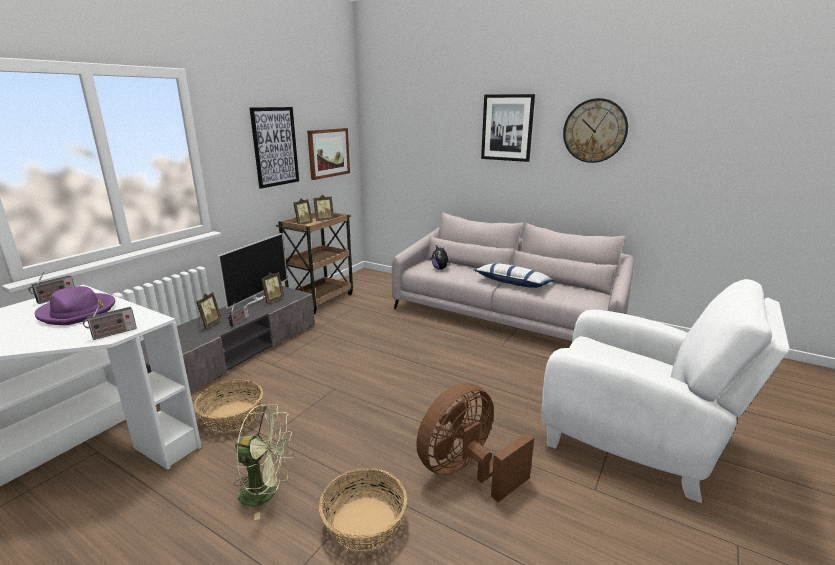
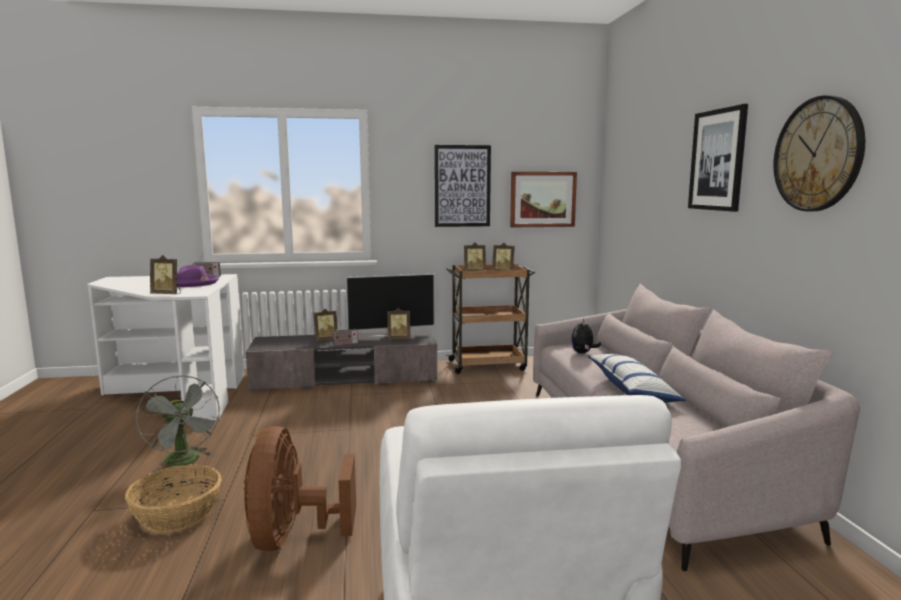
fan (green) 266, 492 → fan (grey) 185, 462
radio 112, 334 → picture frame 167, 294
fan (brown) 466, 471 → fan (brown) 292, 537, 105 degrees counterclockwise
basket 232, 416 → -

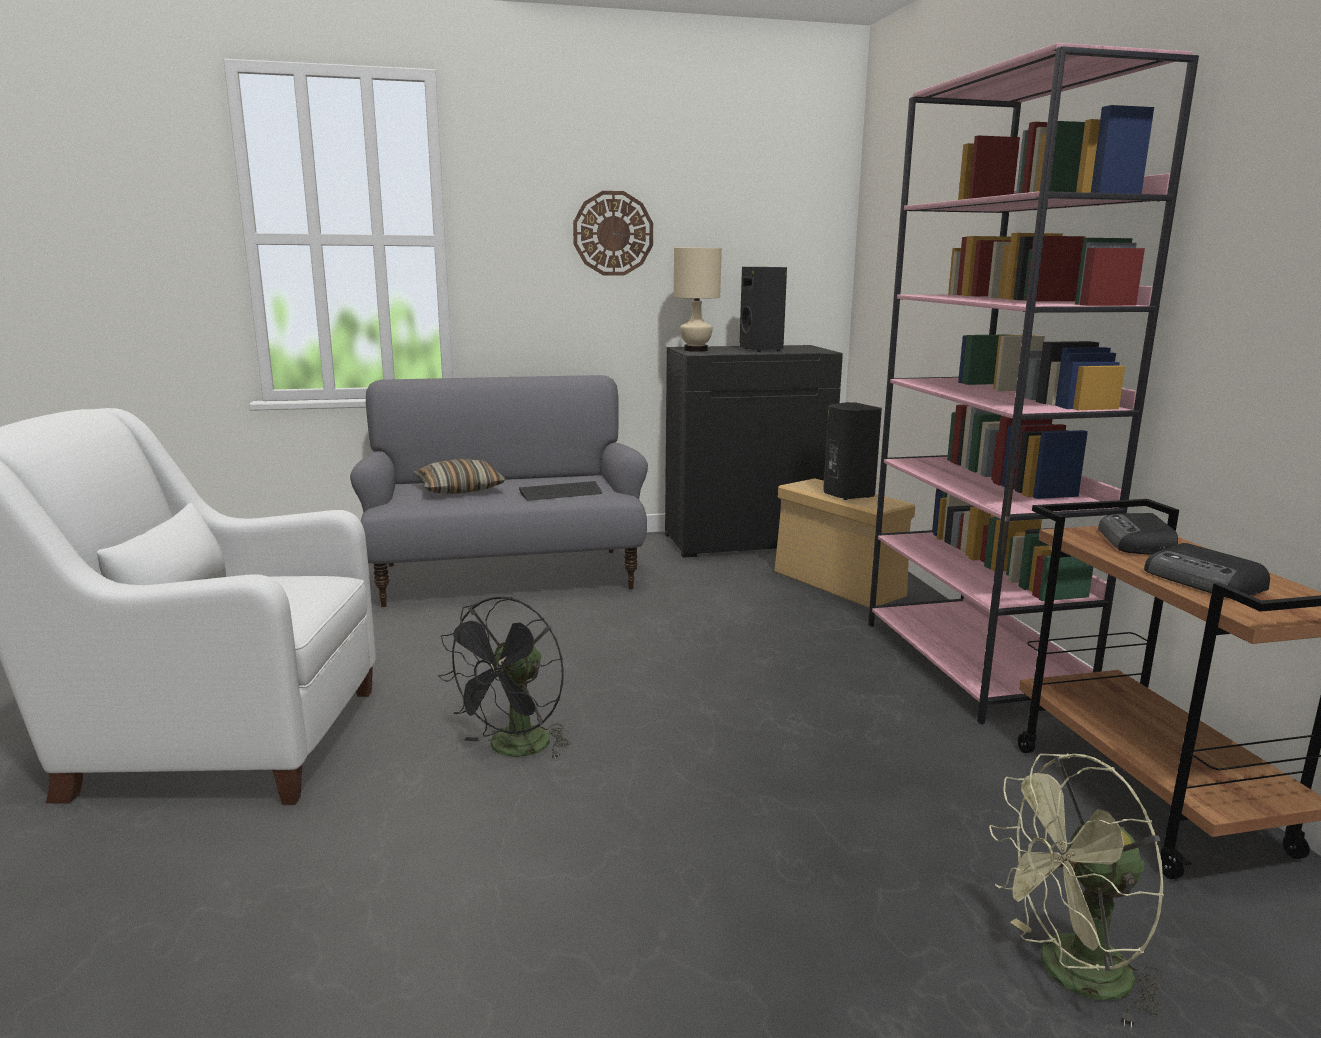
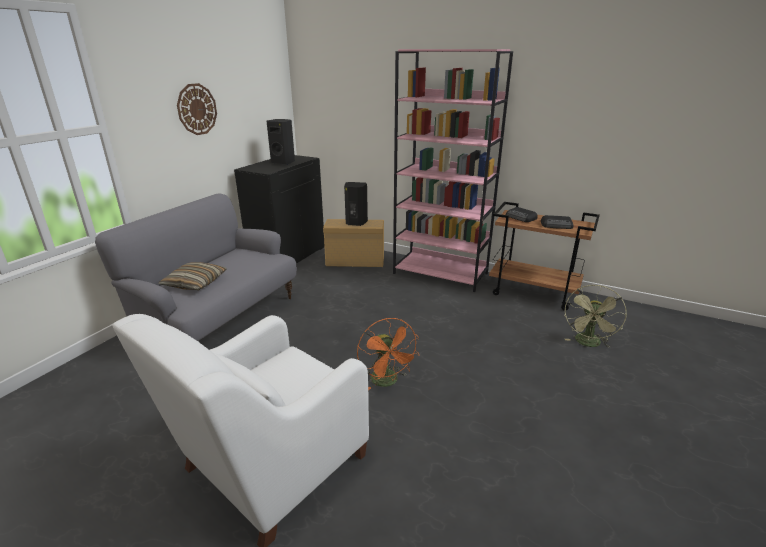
fan (black) 513, 750 → fan (orange) 387, 382
keyboard 561, 493 → -
table lamp (beige) 695, 350 → -

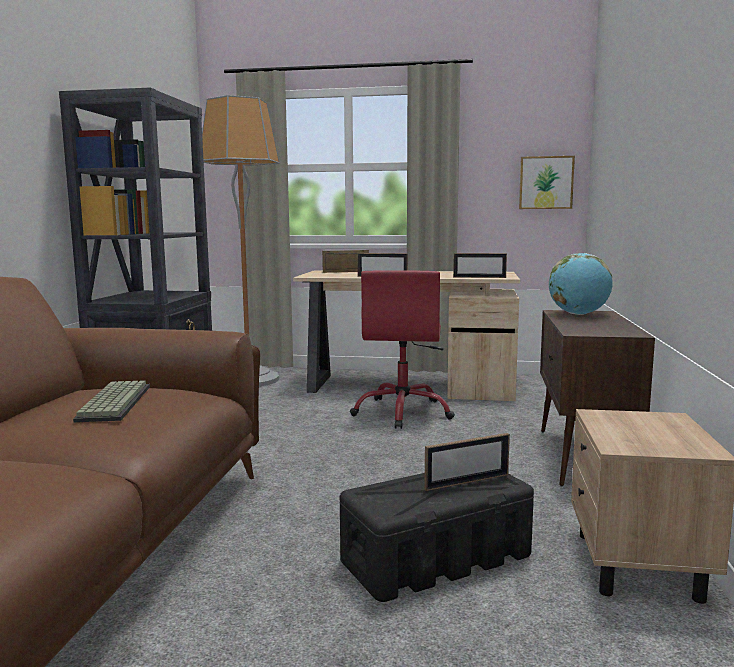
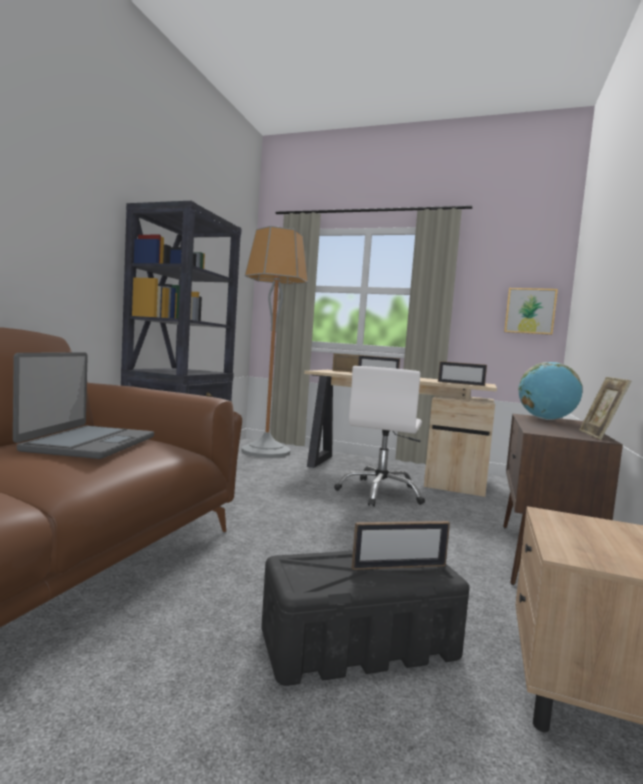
keyboard 113, 402 → laptop 89, 443
office chair (red) 403, 412 → office chair (white) 380, 493
- → picture frame 599, 436

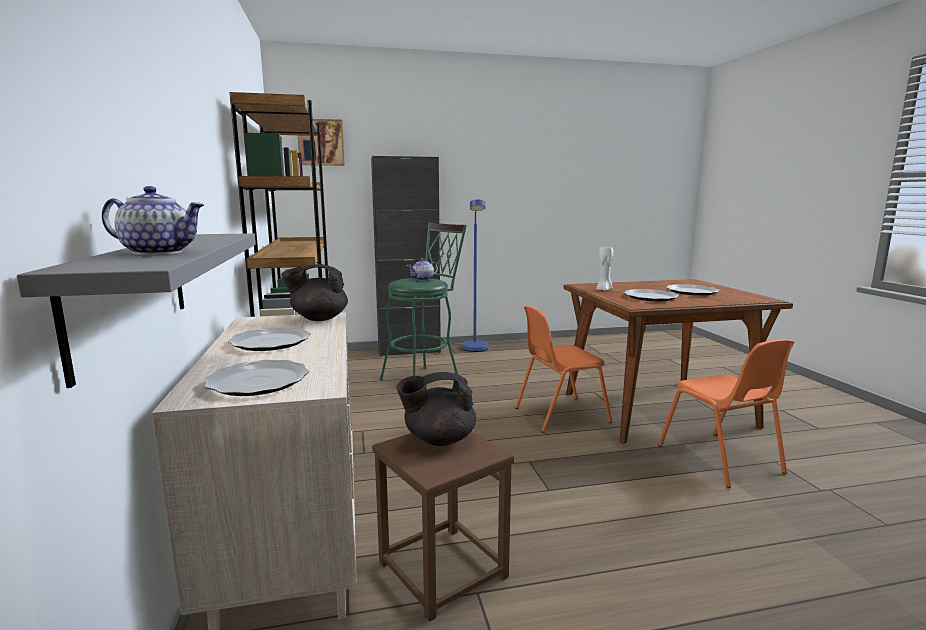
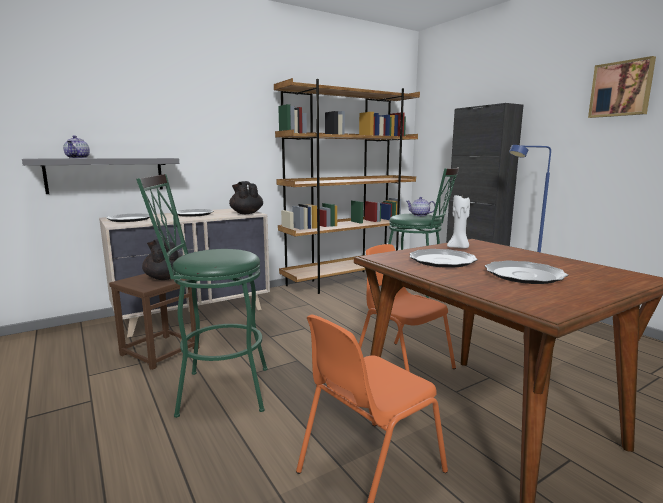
- → stool (green) 215, 391
picture 321, 142 → picture 621, 89, move

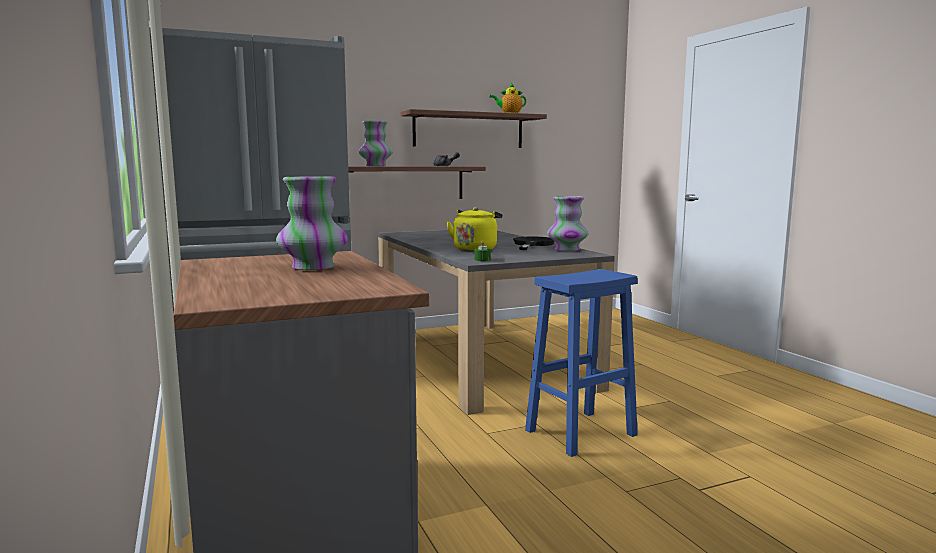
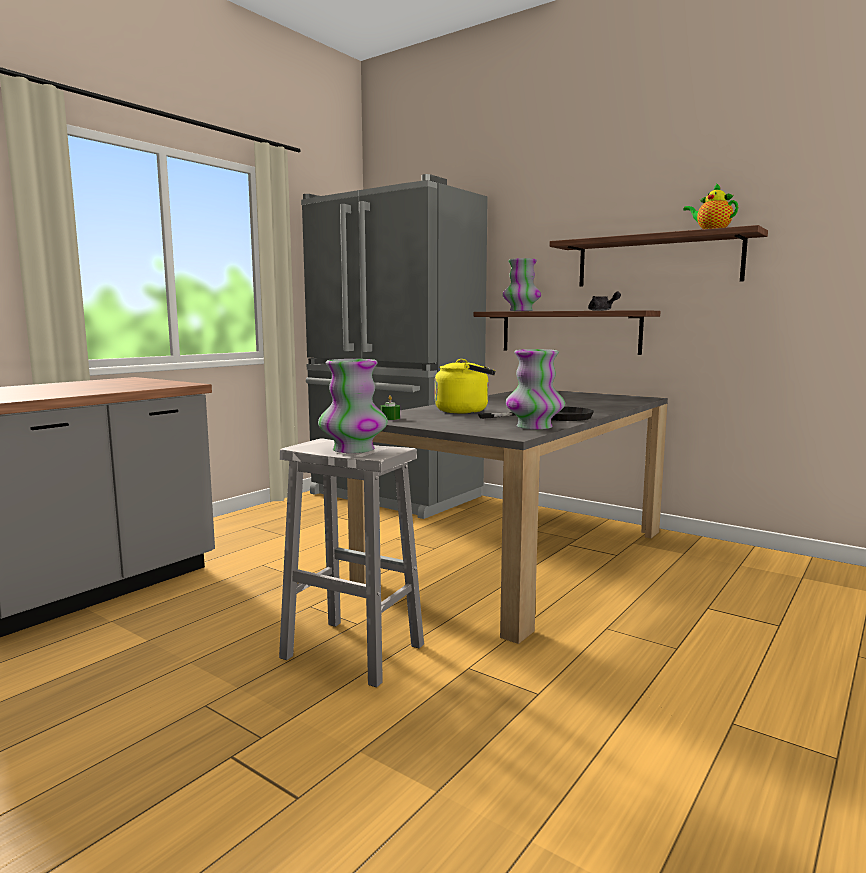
stool (blue) 579, 433 → stool (white) 350, 651
vase 313, 267 → vase 354, 450, move

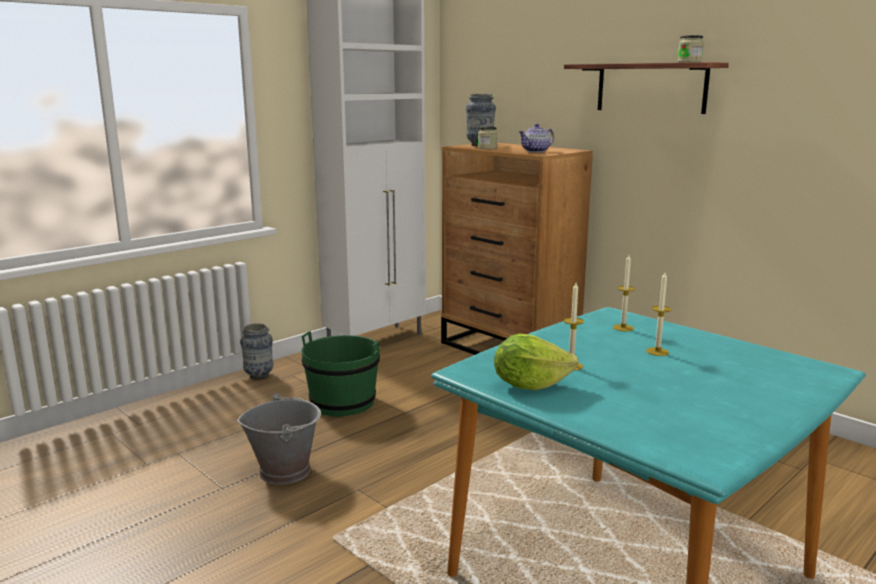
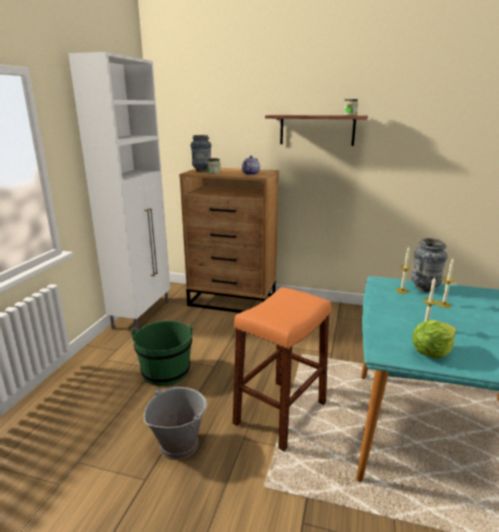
- → stool (orange) 280, 413
vase 259, 376 → vase 424, 288, move

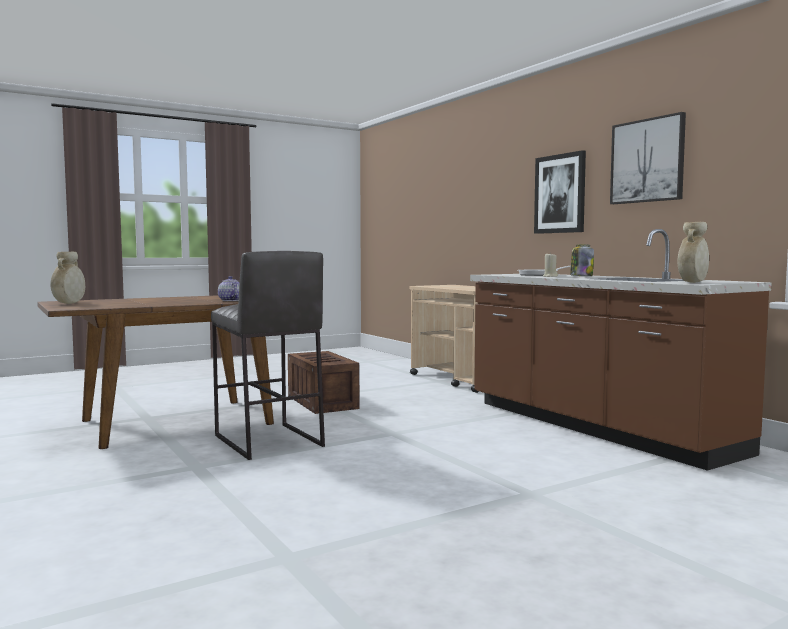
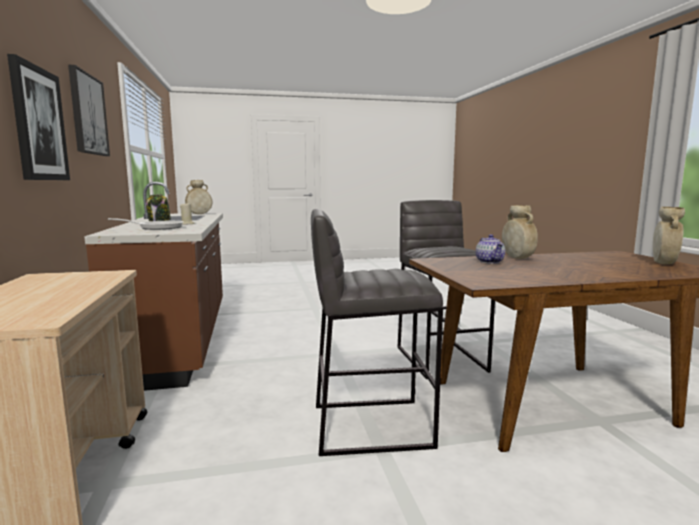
crate 323, 402 → stool (grey) 370, 425
- → vase (beige) 518, 258

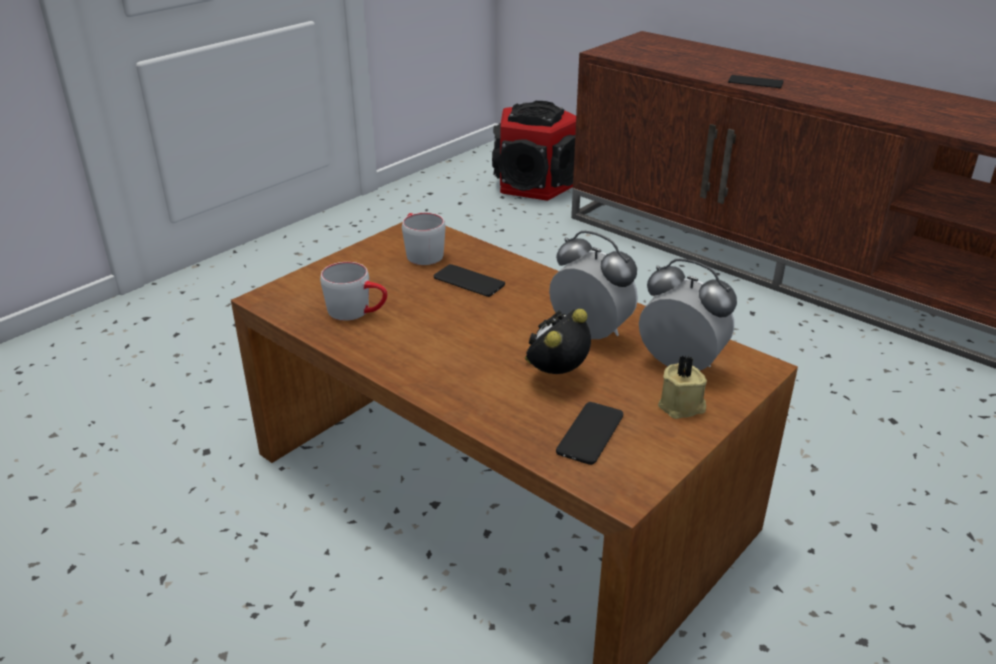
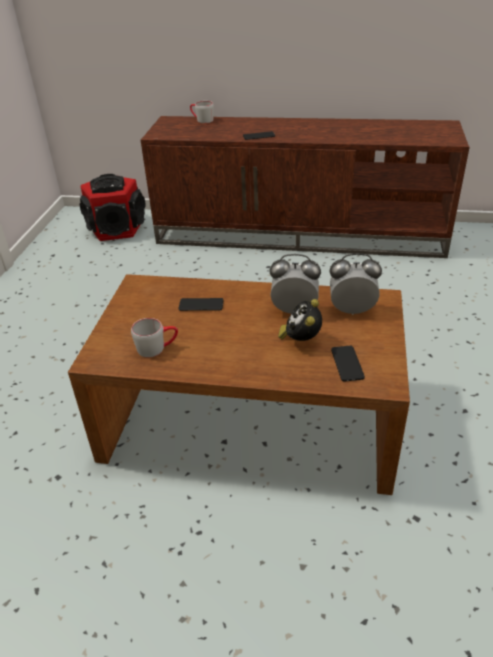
mug (grey) 420, 252 → mug (grey) 201, 120, move
candle (beige) 682, 407 → -

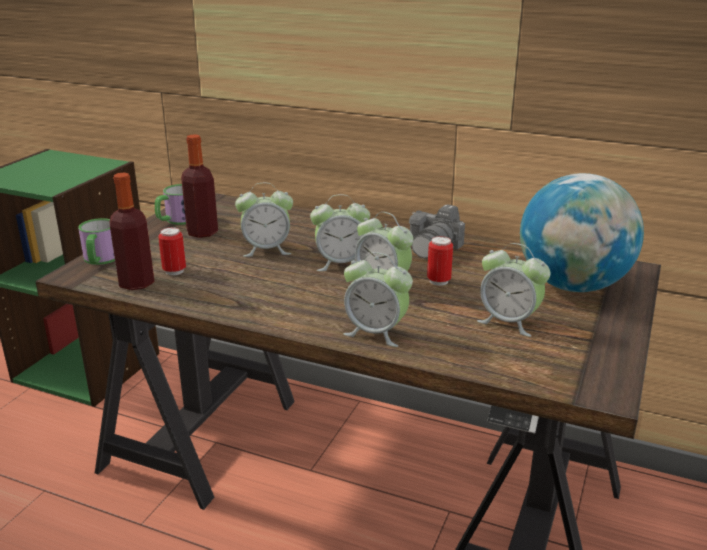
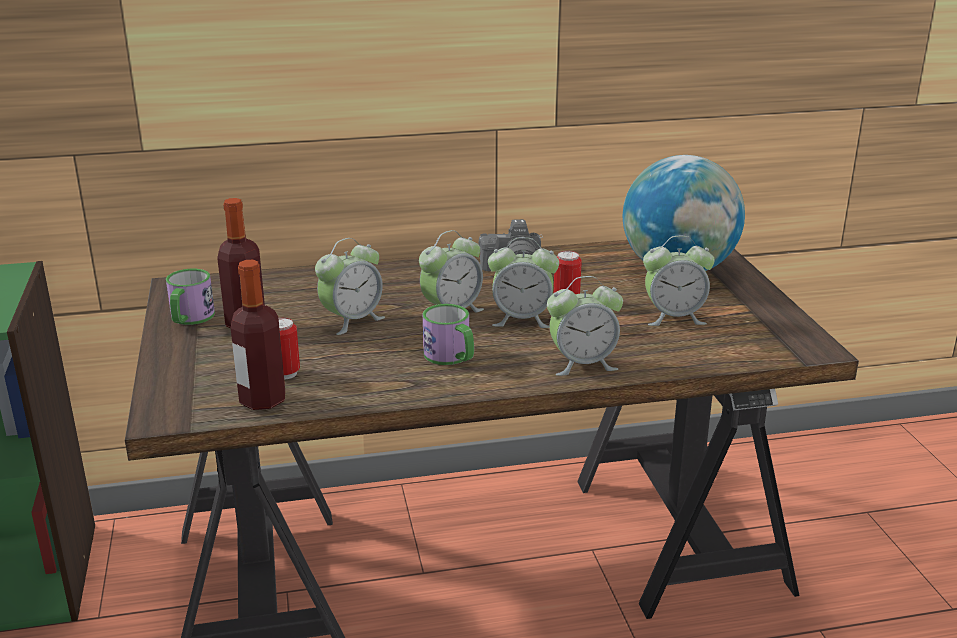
mug 100, 260 → mug 451, 357, move

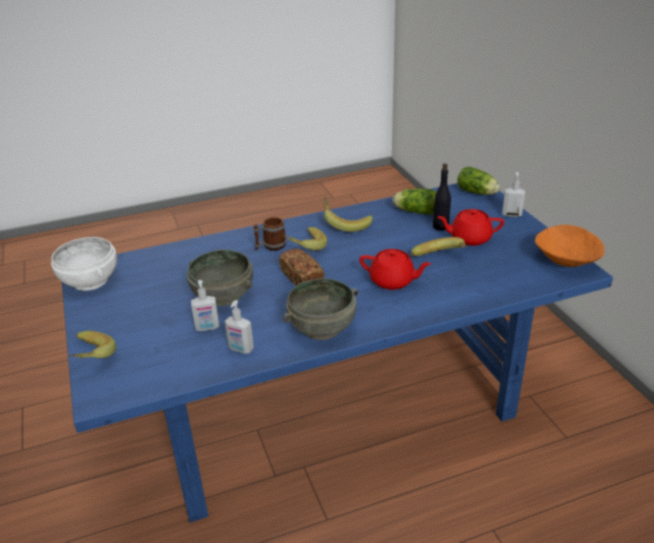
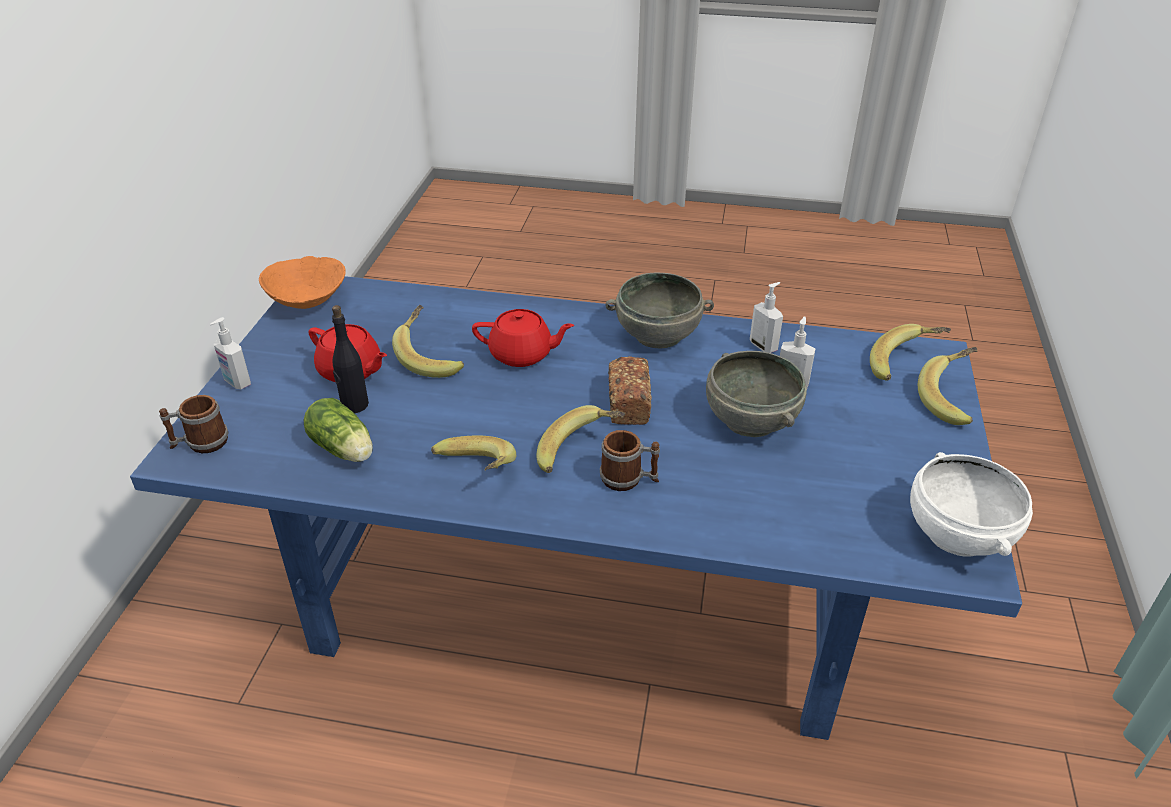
lettuce 478, 193 → mug 200, 443
teapot (red) 393, 281 → teapot (red) 522, 354, 135 degrees clockwise
- → banana 905, 366

